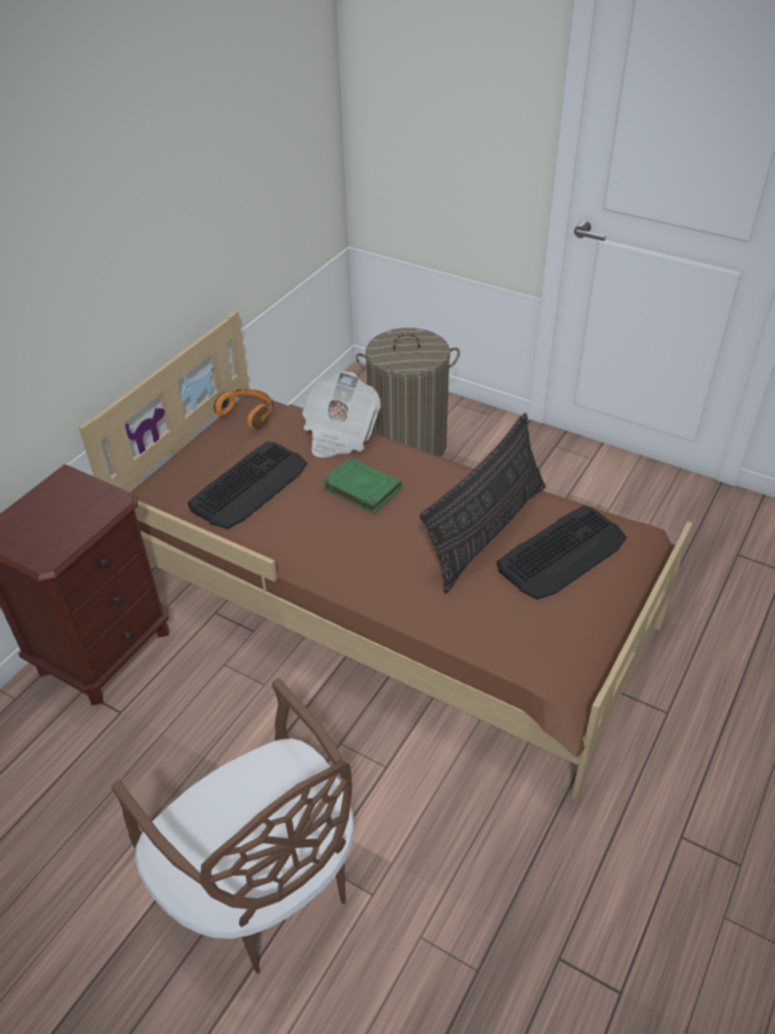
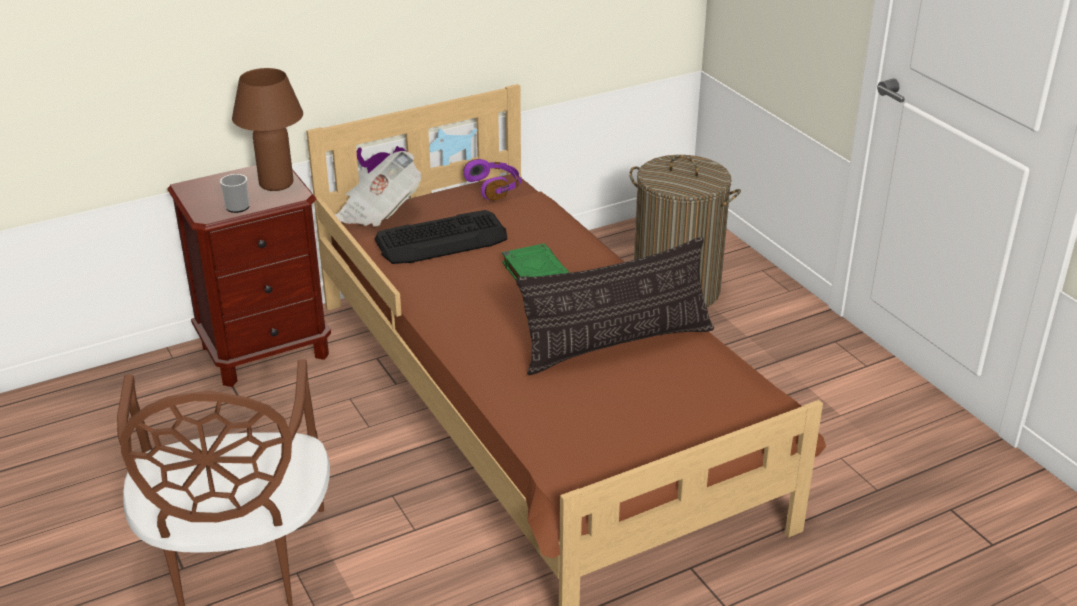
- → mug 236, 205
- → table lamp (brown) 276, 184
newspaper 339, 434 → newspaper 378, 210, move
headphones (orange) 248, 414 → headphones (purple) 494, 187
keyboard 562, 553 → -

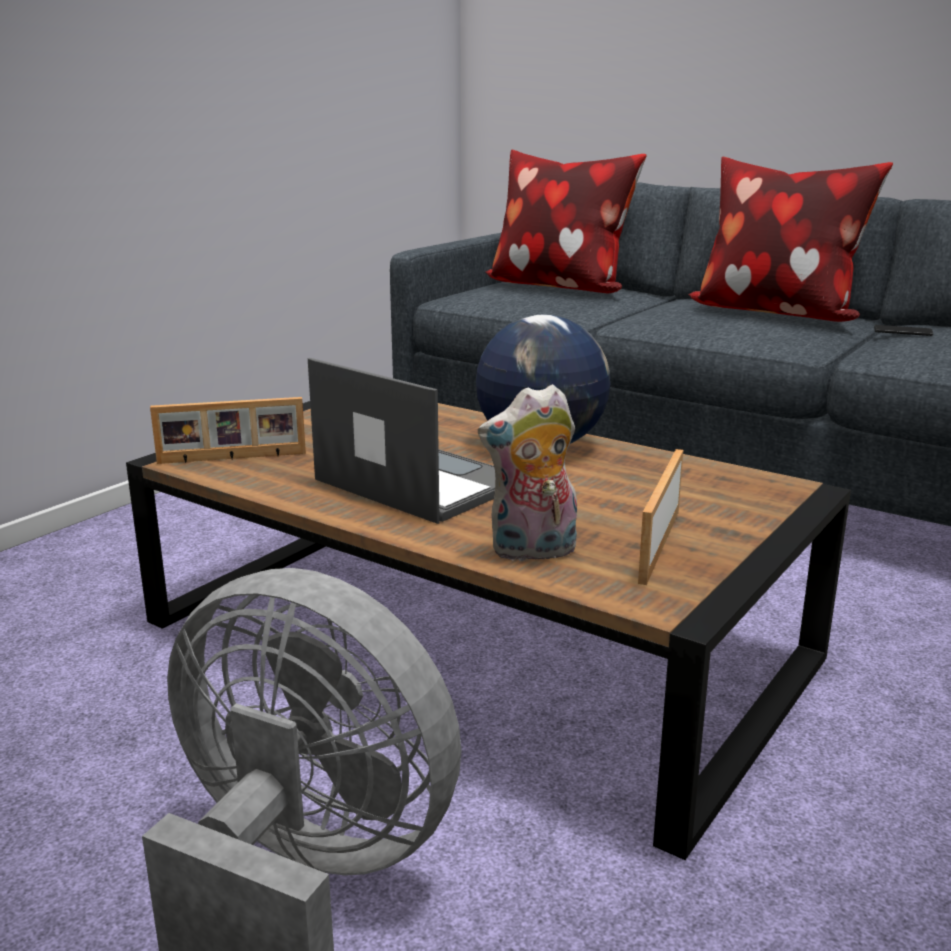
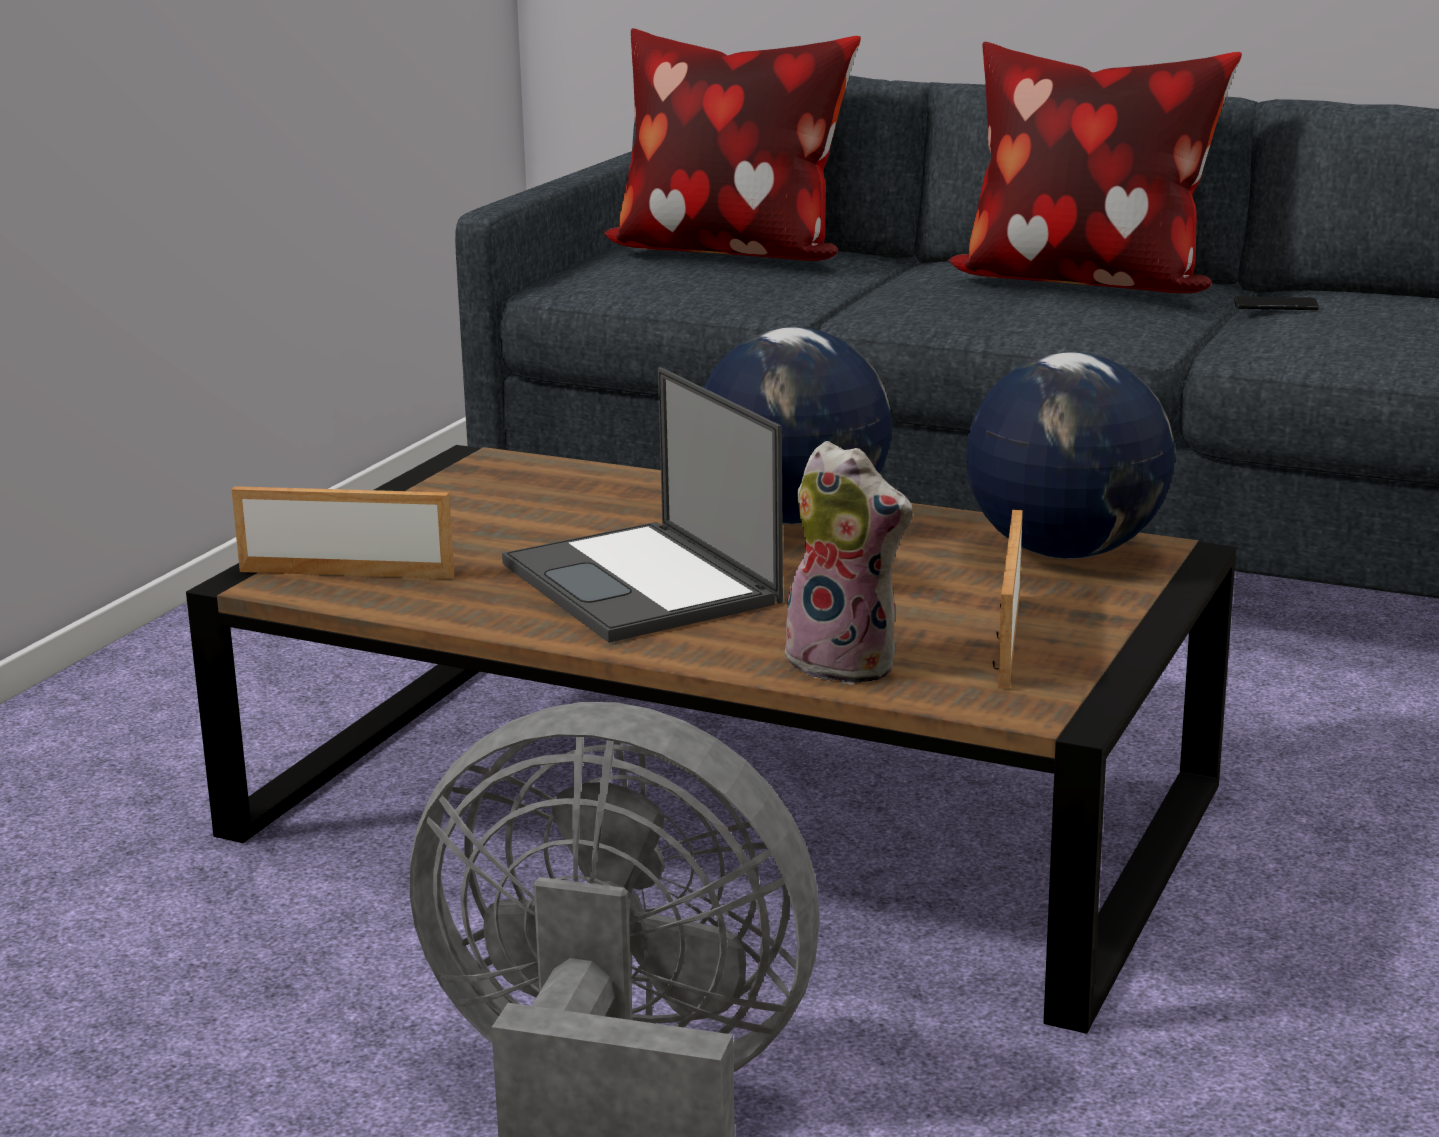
picture frame 232, 458 → picture frame 347, 572, 150 degrees counterclockwise
laptop 417, 482 → laptop 643, 584, 150 degrees counterclockwise
plush toy 532, 552 → plush toy 848, 663, 120 degrees counterclockwise
- → globe 1066, 552

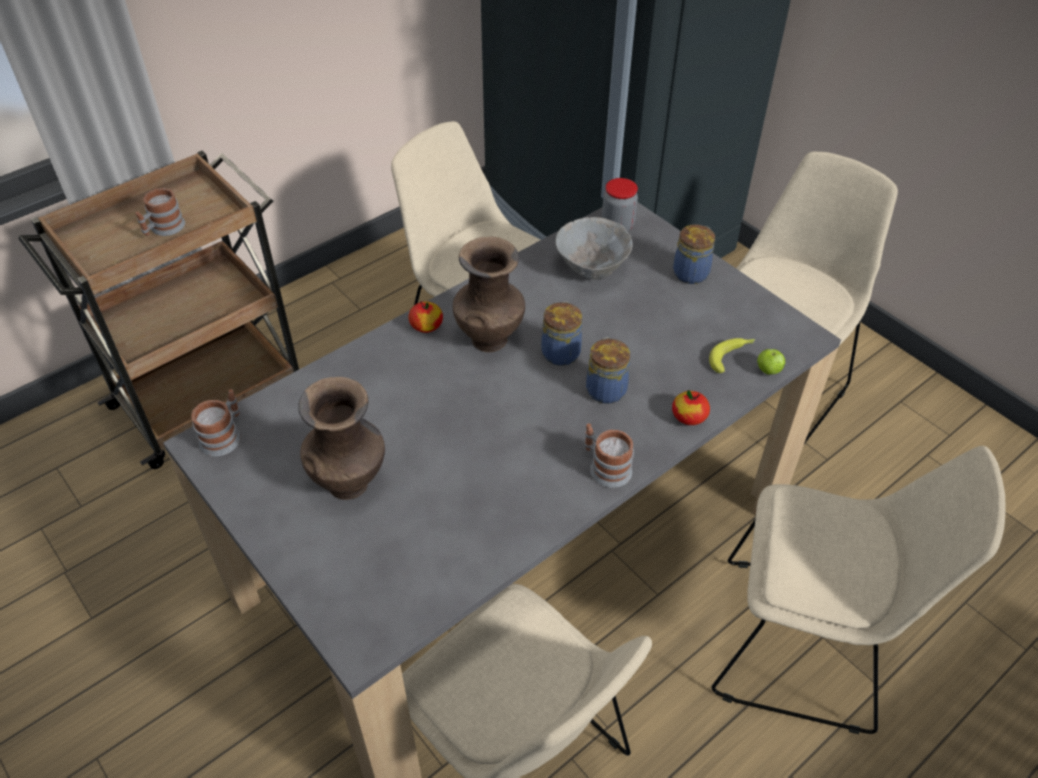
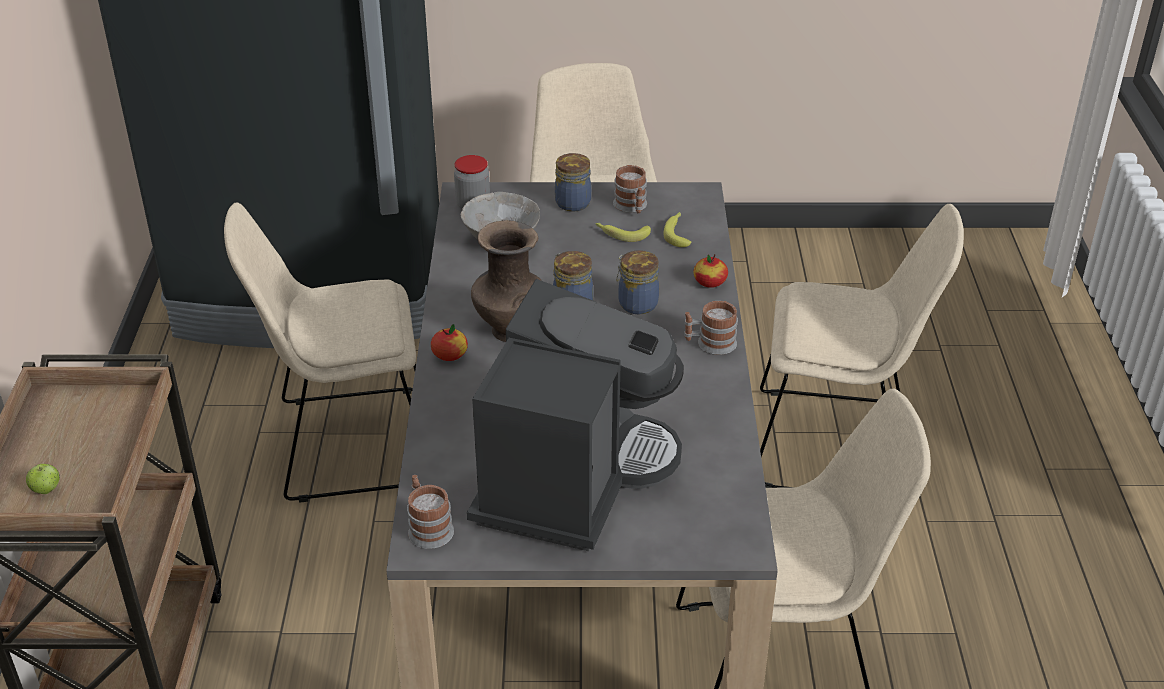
apple 768, 370 → apple 46, 490, move
vase (brown) 350, 481 → coffee machine 571, 477
- → banana 621, 234
mug 163, 229 → mug 632, 207, move
chair (beige) 805, 644 → chair (beige) 836, 446, 45 degrees clockwise

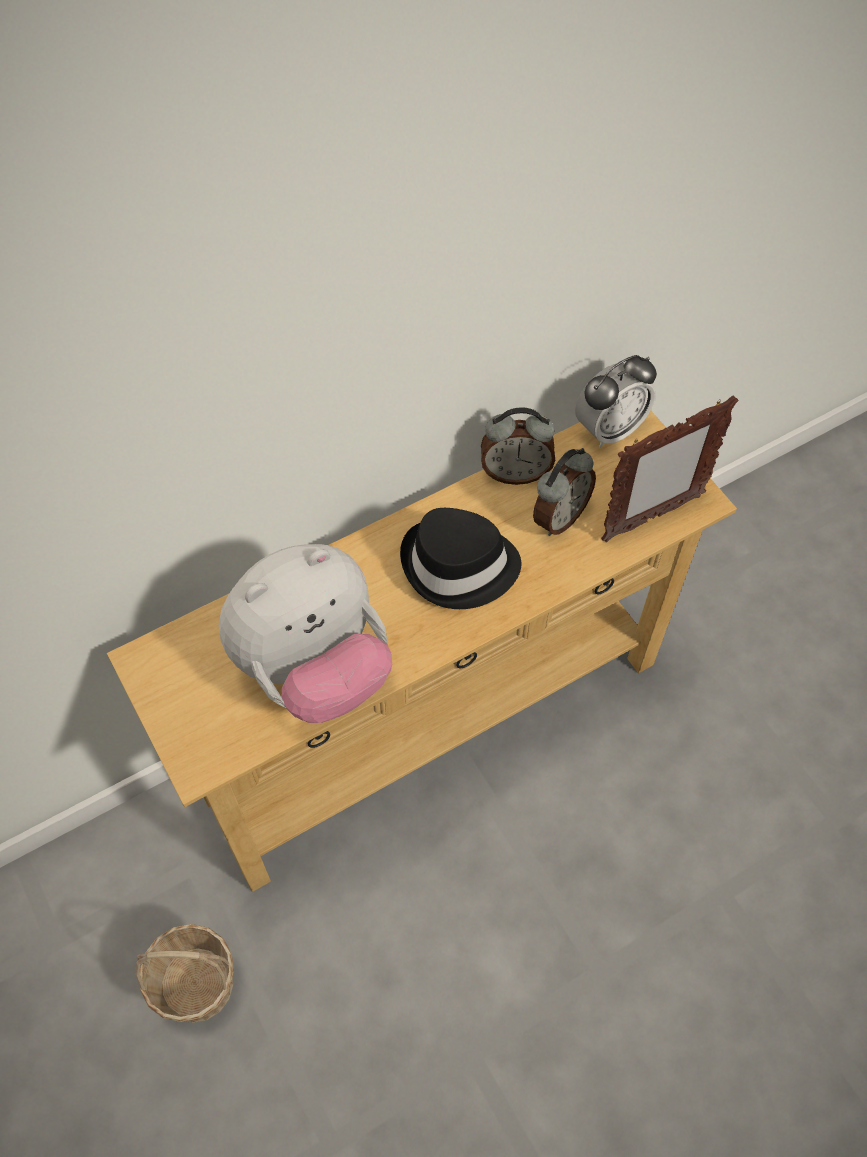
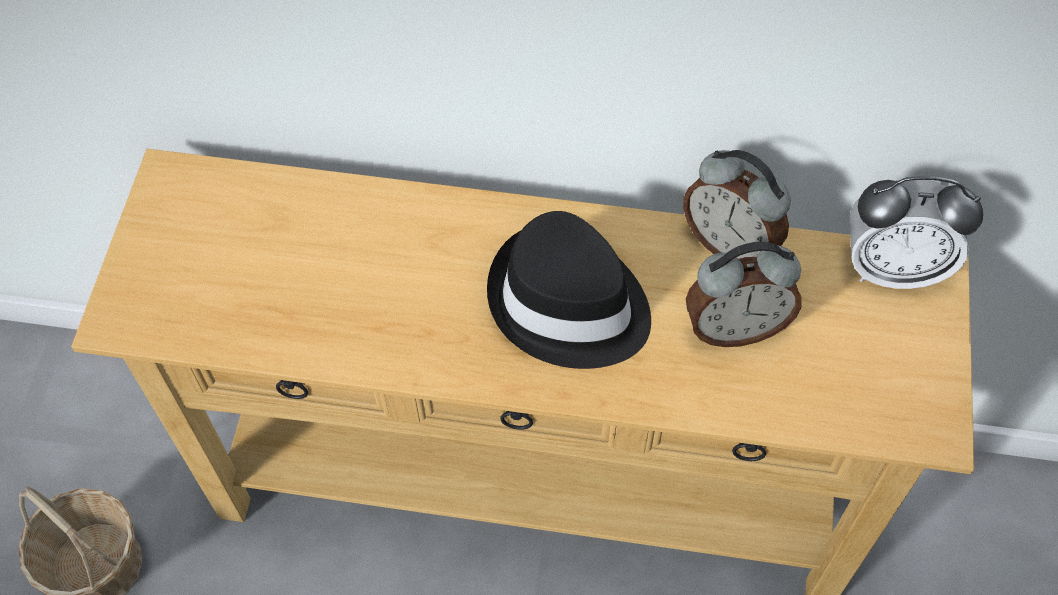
plush toy 314, 668 → -
picture frame 651, 518 → -

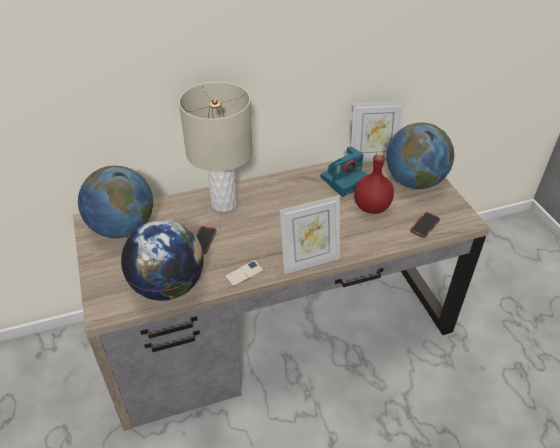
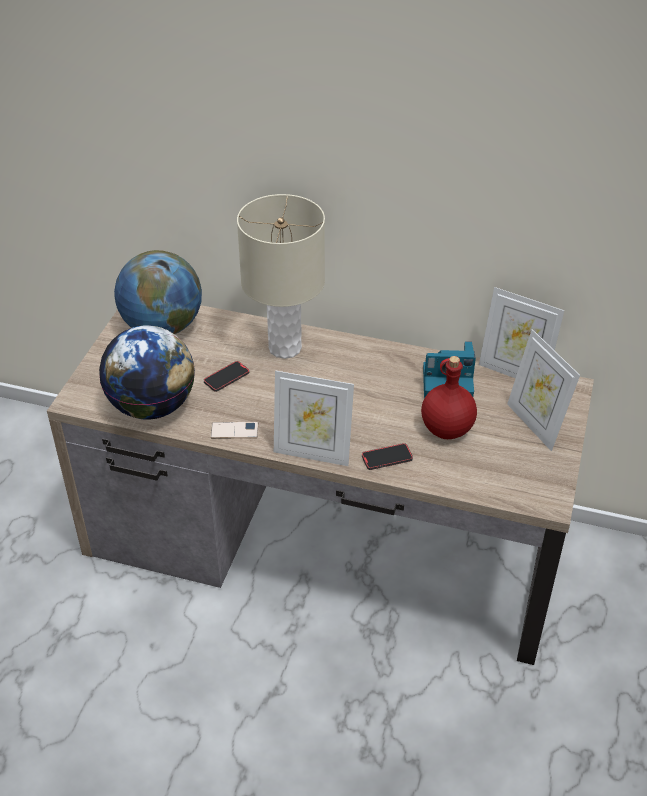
phone 424, 226 → phone 387, 458, move
globe 414, 181 → picture frame 535, 424

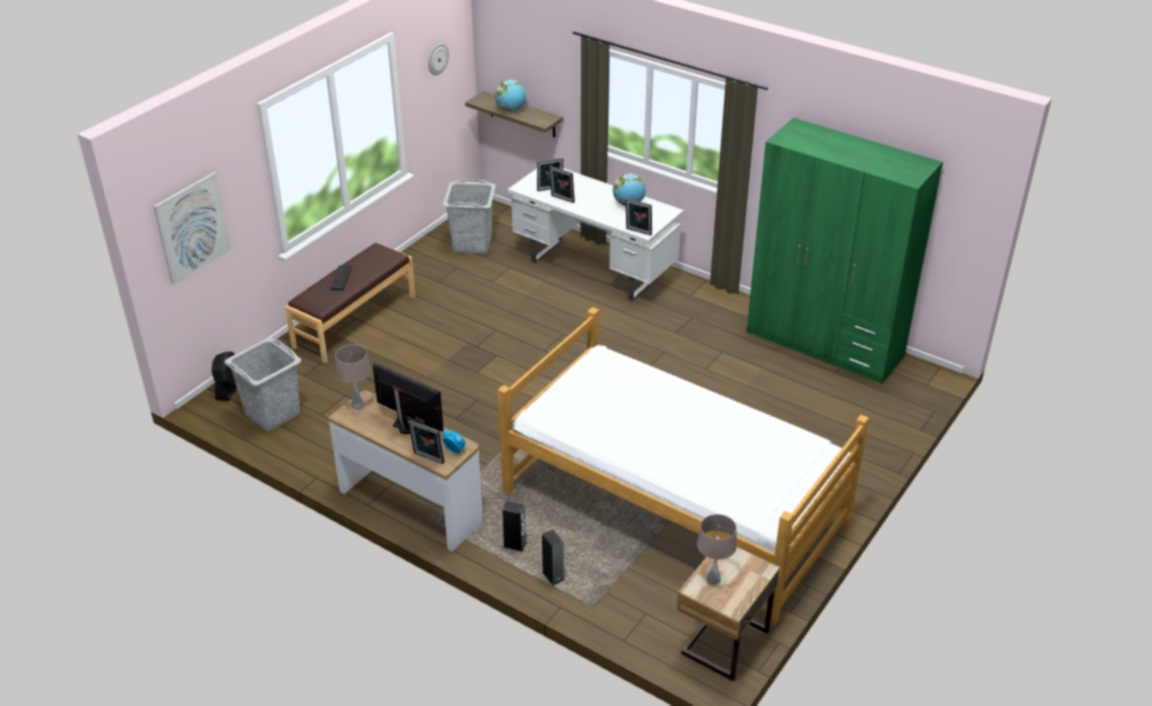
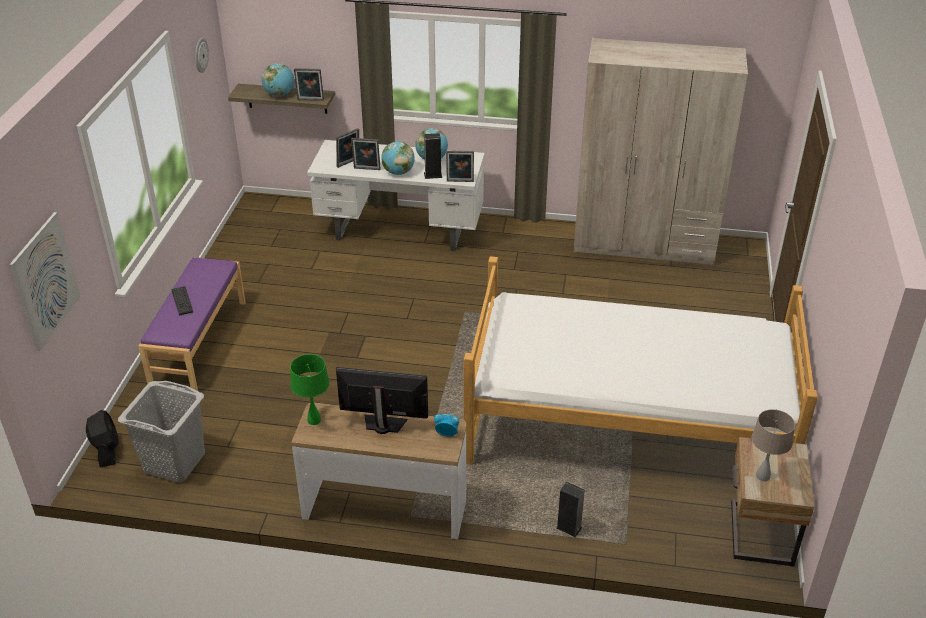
bench (brown) 354, 321 → bench (purple) 198, 343
table lamp (beige) 357, 405 → table lamp (green) 314, 420
picture frame 427, 459 → picture frame 310, 100, move
- → globe 398, 172
speaker 515, 545 → speaker 433, 175, move
wardrobe (green) 824, 344 → wardrobe (beige) 644, 244
laundry basket (grey) 471, 244 → -

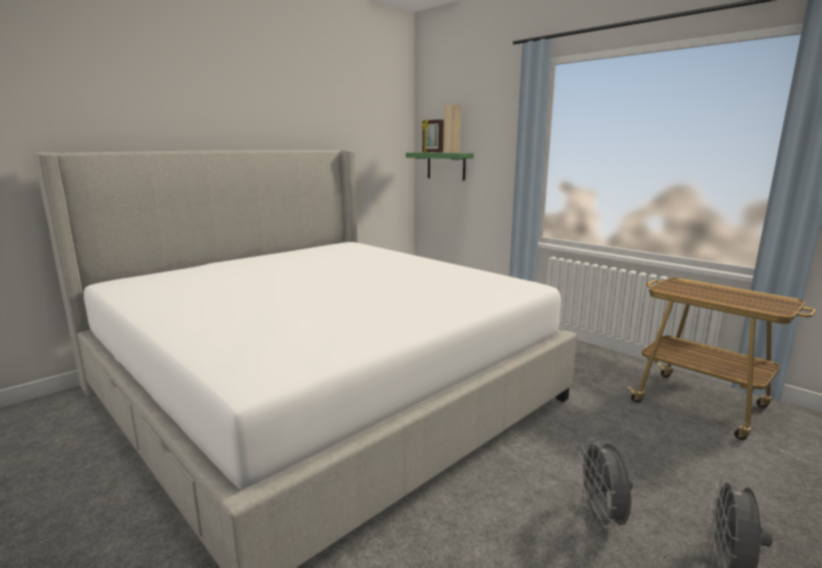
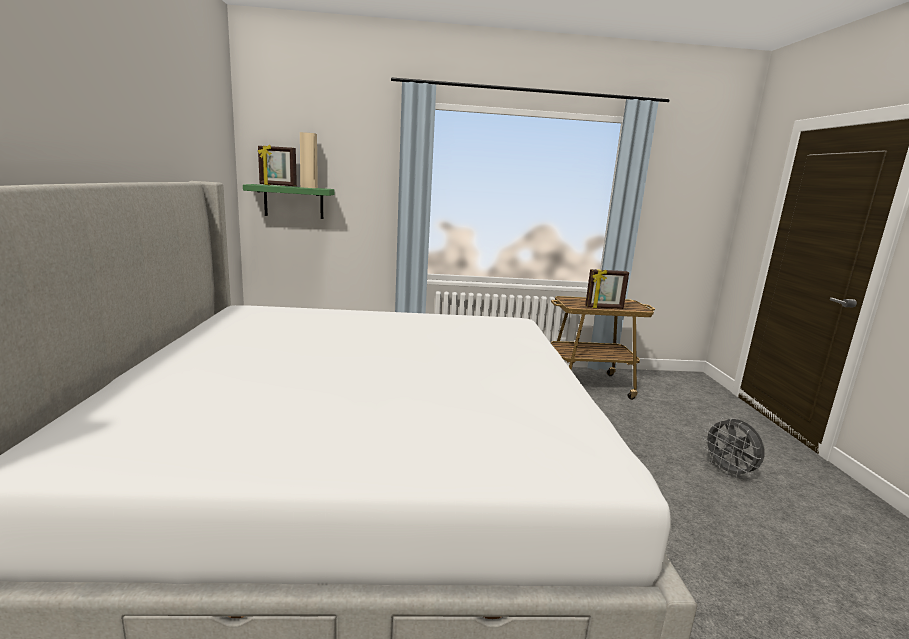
- → picture frame 604, 308
fan (grey) 601, 519 → -

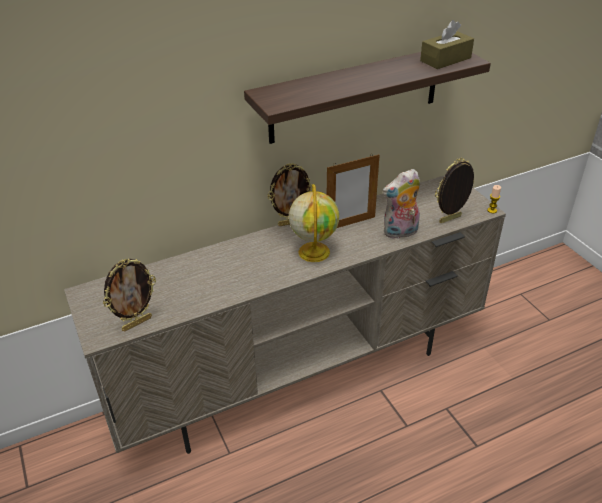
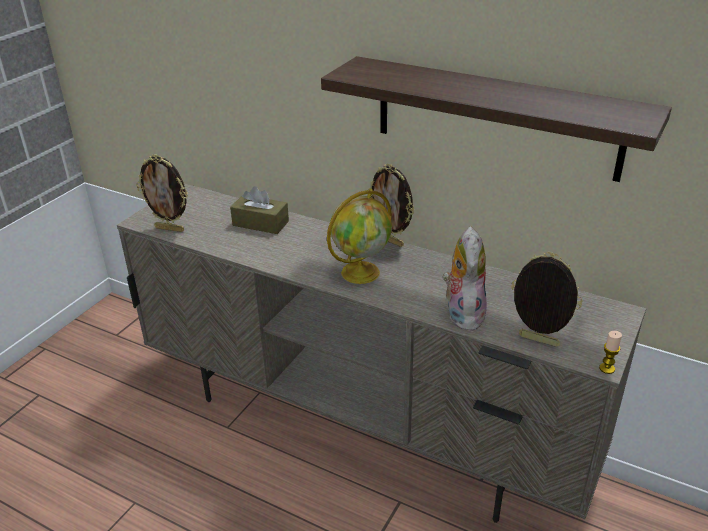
tissue box (brown) 445, 59 → tissue box (brown) 260, 223, move
plush toy 400, 233 → plush toy 462, 314, 60 degrees clockwise
picture frame 350, 223 → -

